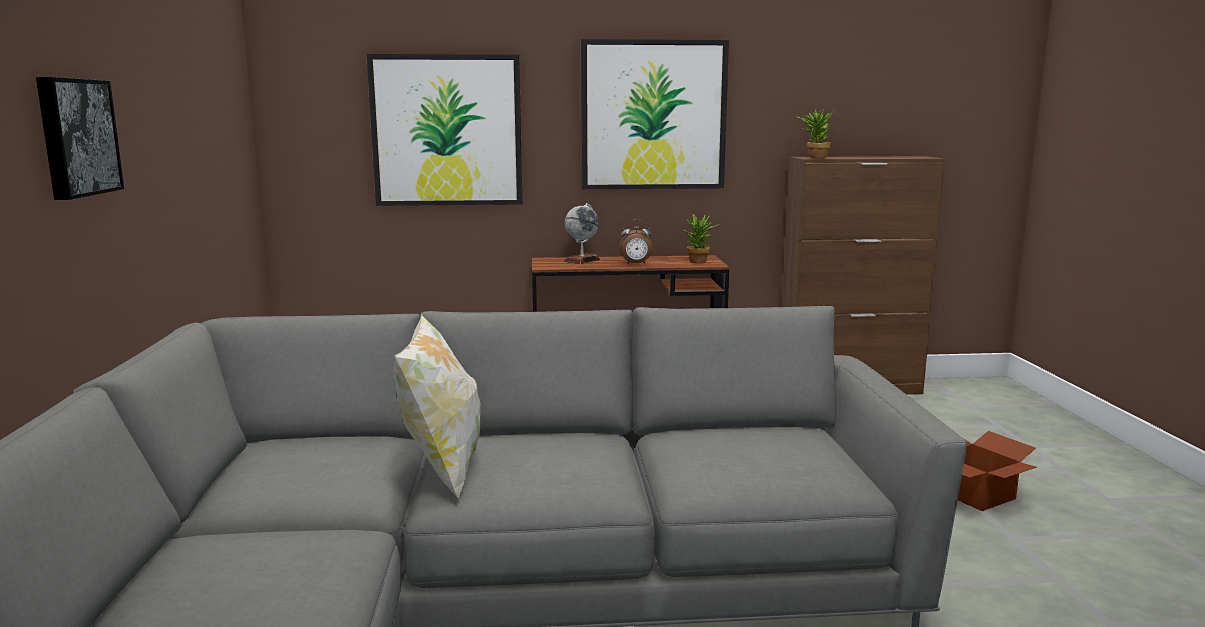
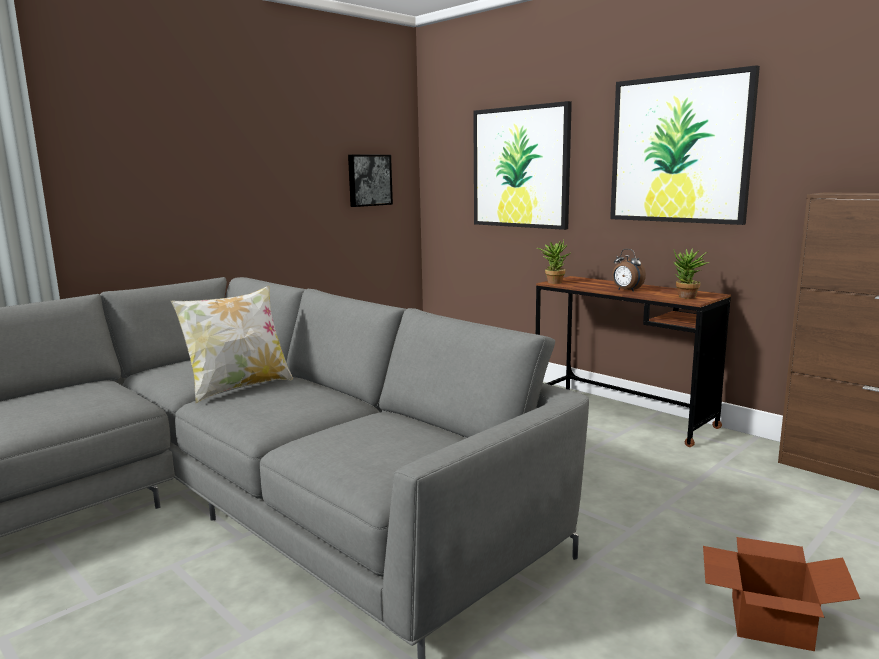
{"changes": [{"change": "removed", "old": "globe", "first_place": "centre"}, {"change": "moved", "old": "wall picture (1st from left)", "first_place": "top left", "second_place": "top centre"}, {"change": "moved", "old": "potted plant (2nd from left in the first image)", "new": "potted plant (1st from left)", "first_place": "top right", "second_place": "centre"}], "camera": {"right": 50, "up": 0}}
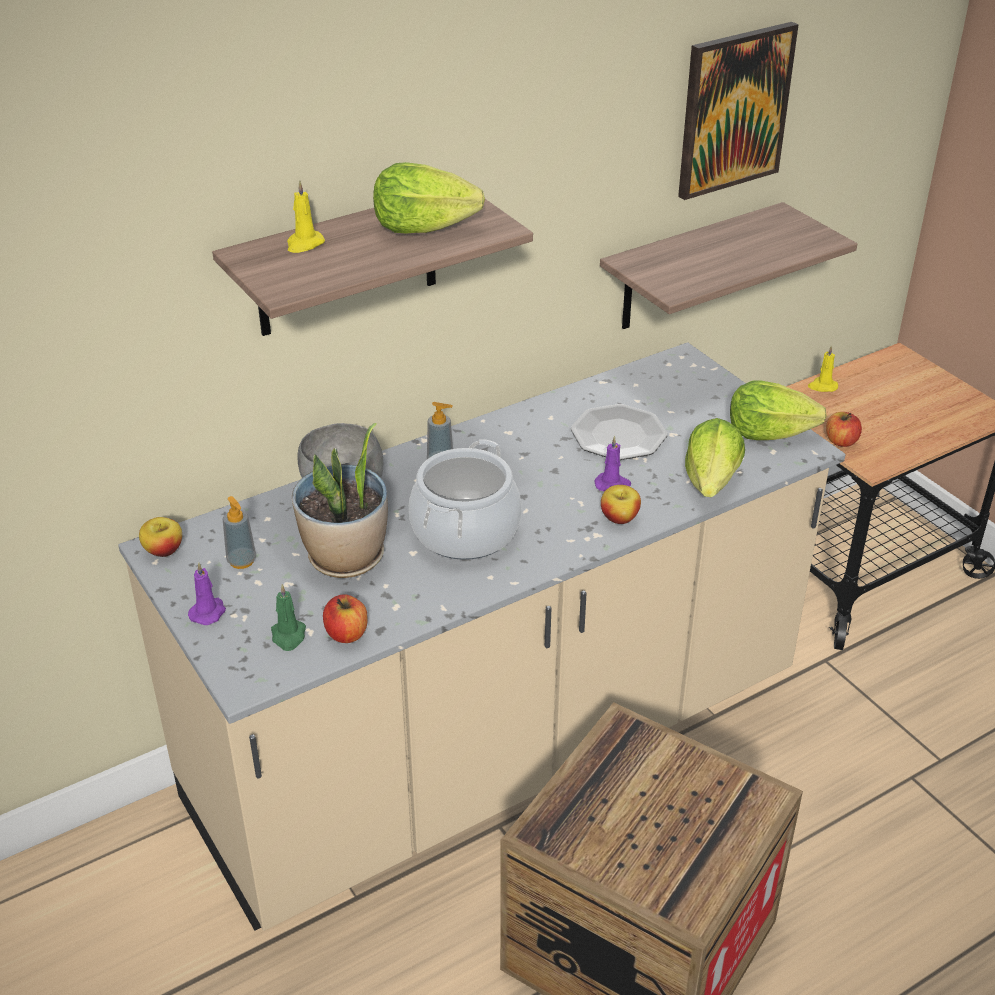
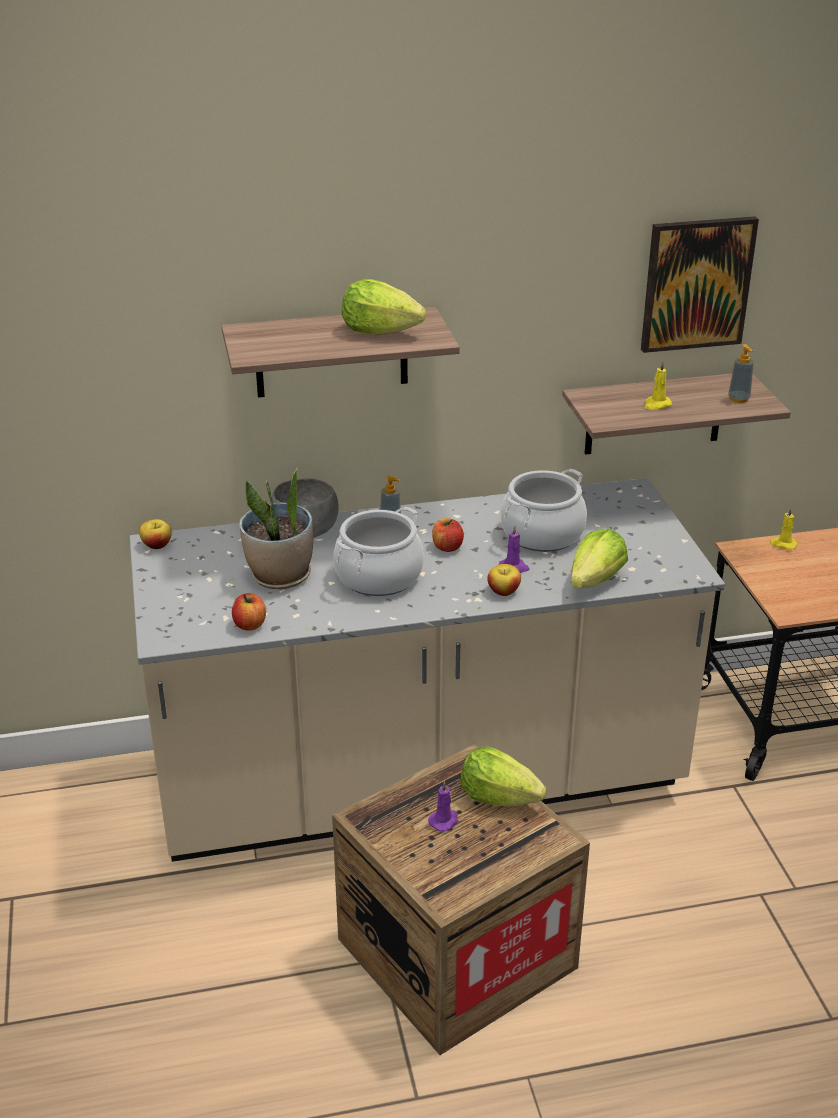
{"changes": [{"change": "removed", "old": "greenish candle", "first_place": "middle left"}, {"change": "moved", "old": "purplish candle (1st from left)", "first_place": "middle left", "second_place": "bottom centre"}, {"change": "moved", "old": "soap bottle (1st from left in the first image)", "new": "soap bottle (2nd from left)", "first_place": "middle left", "second_place": "middle right"}, {"change": "moved", "old": "yellow candle (1st from left)", "first_place": "top left", "second_place": "middle right"}, {"change": "moved", "old": "lettuce (3rd from left in the first image)", "new": "lettuce (2nd from left)", "first_place": "middle right", "second_place": "bottom centre"}, {"change": "moved", "old": "apple (4th from left in the first image)", "new": "apple (3rd from left)", "first_place": "middle right", "second_place": "centre"}, {"change": "replaced", "old": "dinner plate", "new": "saucepot (2nd from left)", "first_place": "centre", "second_place": "centre"}], "camera": {"right": 20, "up": -5}}
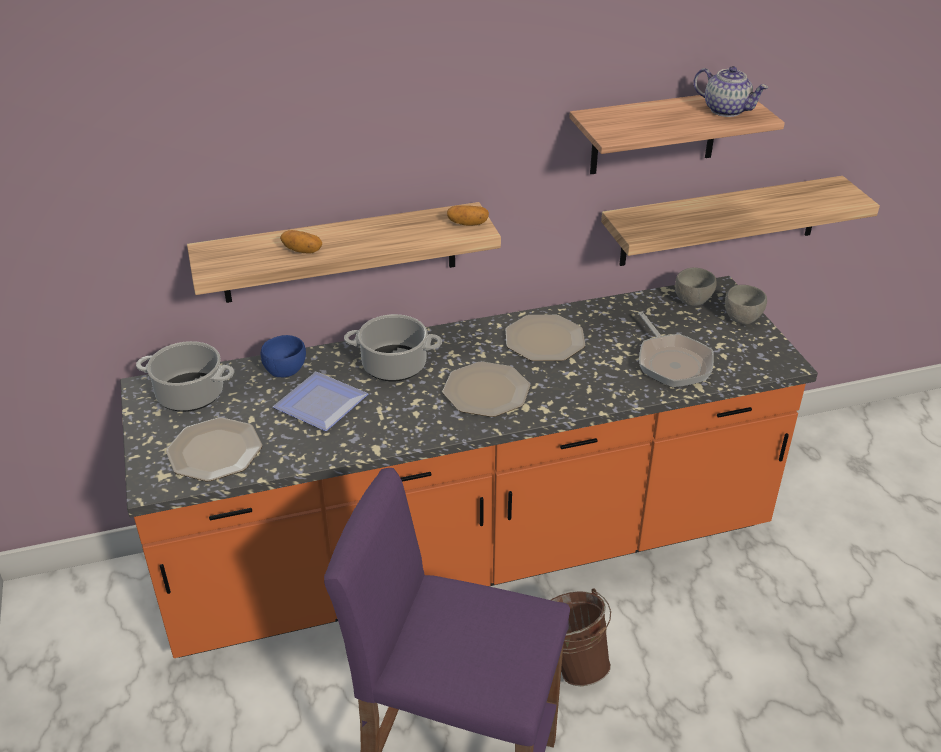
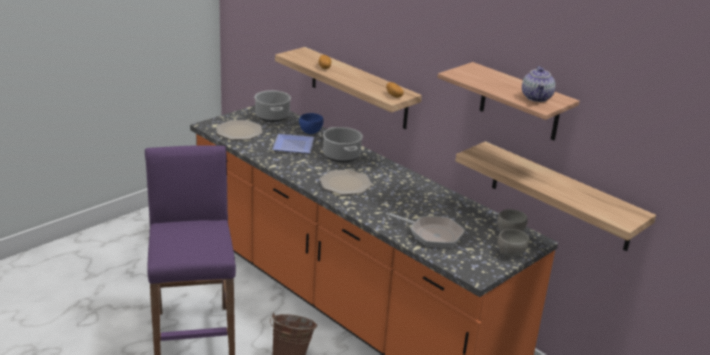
{"changes": [{"change": "removed", "old": "dinner plate (4th from left)", "first_place": "centre"}, {"change": "turned", "old": "skillet", "first_place": "middle right", "second_place": "centre", "degrees": -105}], "camera": {"right": 60, "up": -10}}
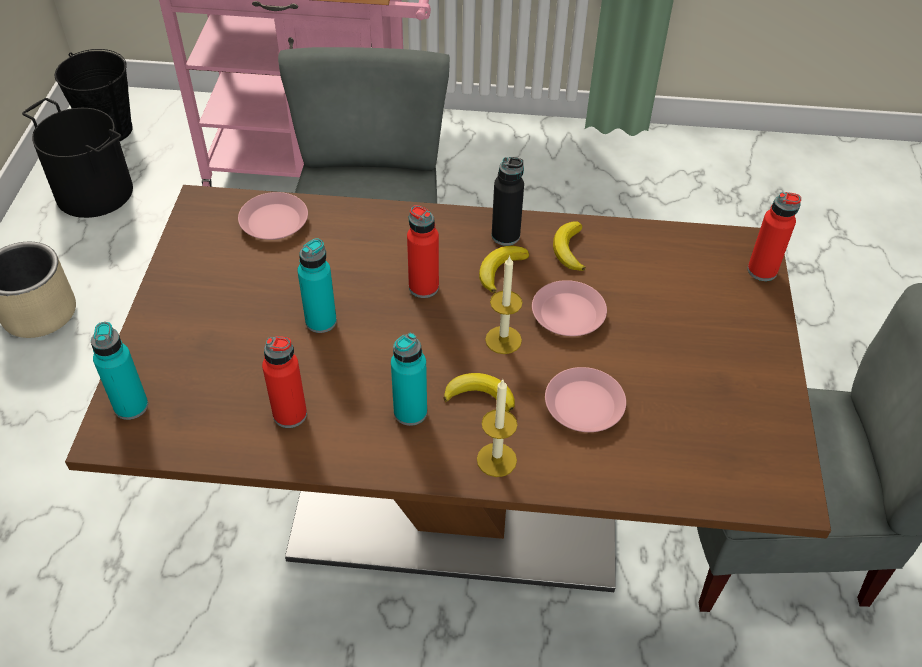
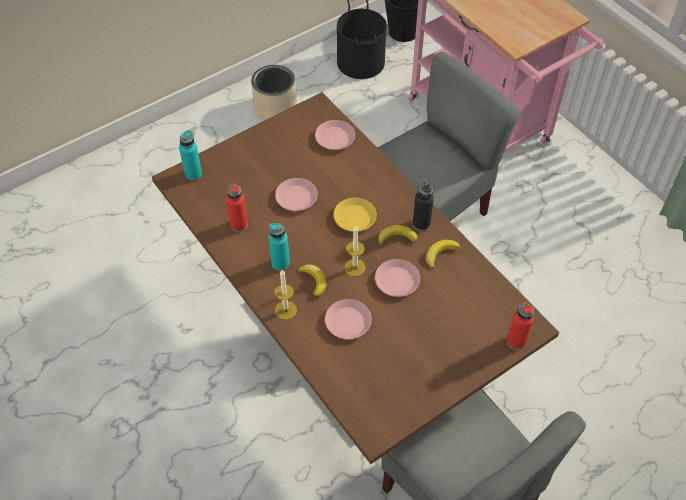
{"changes": [{"change": "replaced", "old": "turquoise-coloured drink bottle (2nd from left)", "new": "pinkish dinner plate (1st from left)", "first_place": "centre", "second_place": "centre"}, {"change": "replaced", "old": "red-coloured drink bottle (2nd from left)", "new": "yellow dinner plate", "first_place": "centre", "second_place": "centre"}], "camera": {"right": 50, "up": 5}}
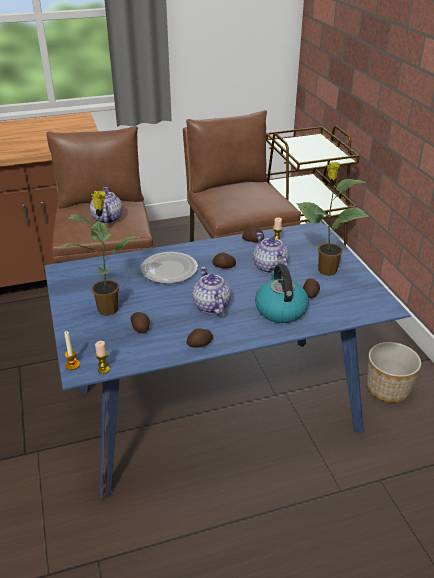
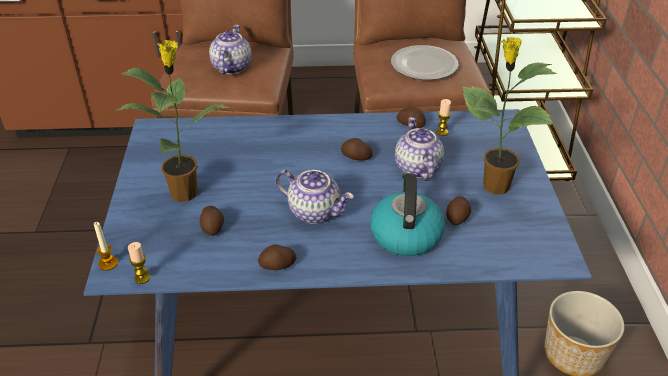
{"changes": [{"change": "moved", "old": "dinner plate", "first_place": "centre", "second_place": "top centre"}, {"change": "turned", "old": "teapot (2nd from left)", "first_place": "centre", "second_place": "centre", "degrees": 120}], "camera": {"right": 15, "up": 5}}
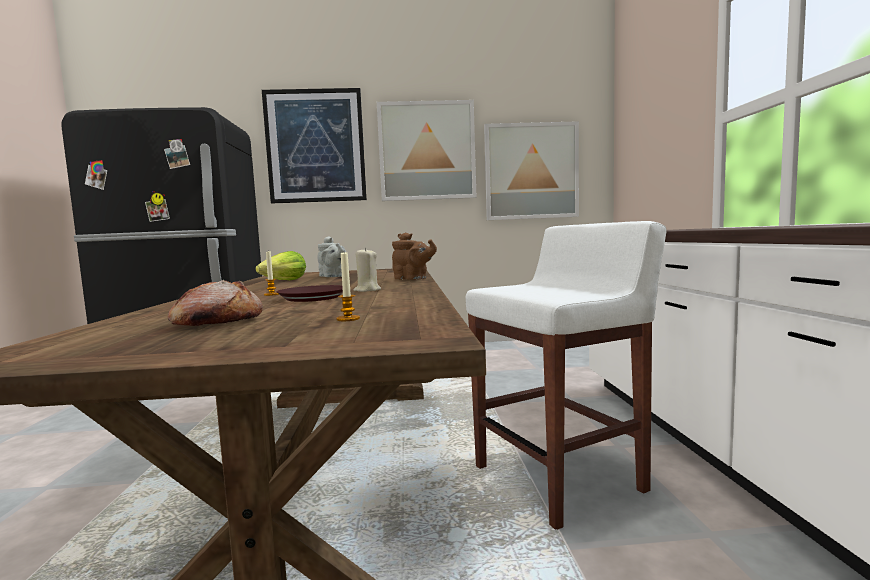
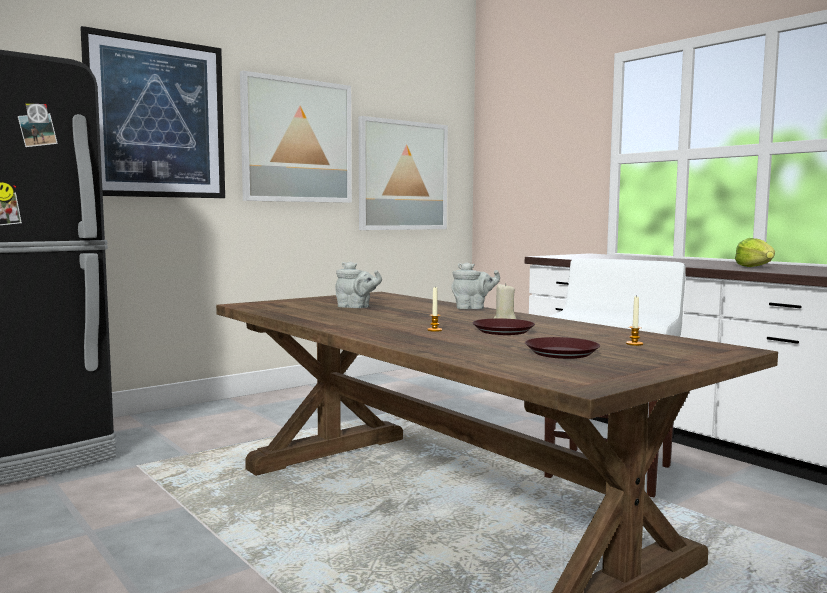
{"changes": [{"change": "moved", "old": "lettuce", "first_place": "middle left", "second_place": "middle right"}, {"change": "replaced", "old": "baked bread", "new": "brown dinner plate (2nd from left)", "first_place": "middle left", "second_place": "middle right"}, {"change": "recoloured", "old": "brown teapot", "new": "greyish teapot (2nd from left)", "first_place": "centre", "second_place": "centre"}], "camera": {"right": -35, "up": 0}}
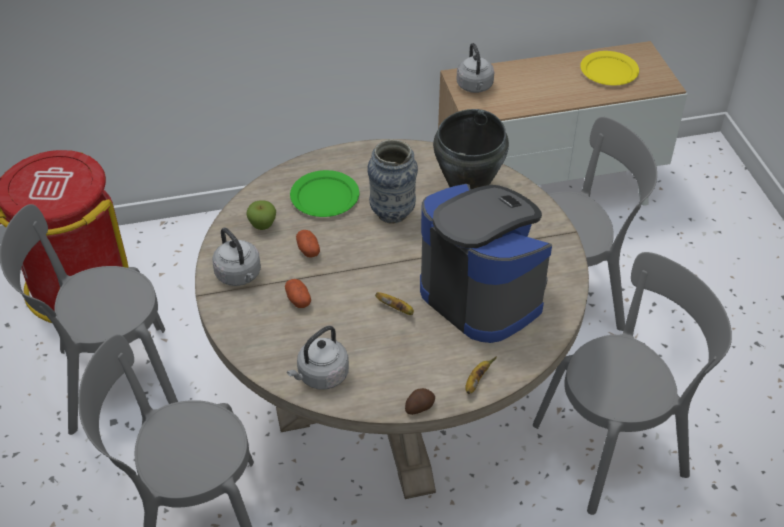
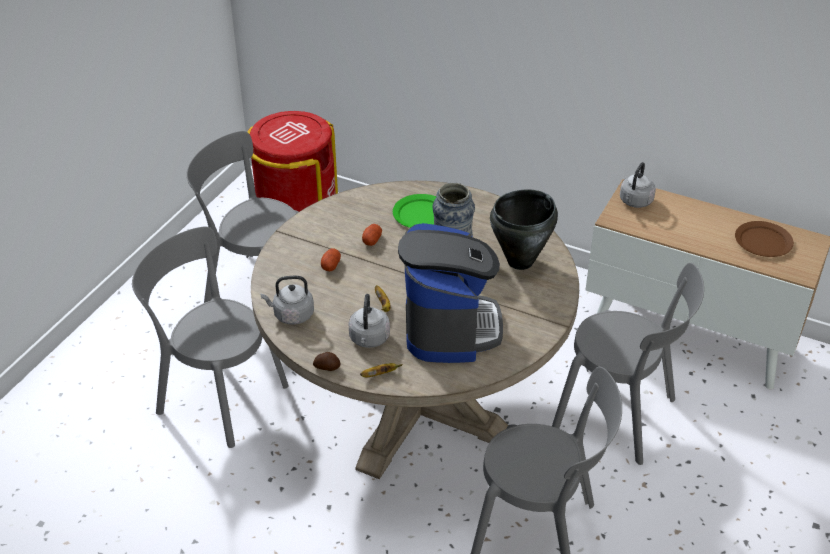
{"changes": [{"change": "removed", "old": "apple", "first_place": "middle left"}, {"change": "moved", "old": "greyish tea kettle (1st from left in the first image)", "new": "greyish tea kettle (2nd from left)", "first_place": "middle left", "second_place": "centre"}, {"change": "recoloured", "old": "yellow dinner plate", "new": "brown dinner plate", "first_place": "top right", "second_place": "middle right"}], "camera": {"right": 40, "up": -5}}
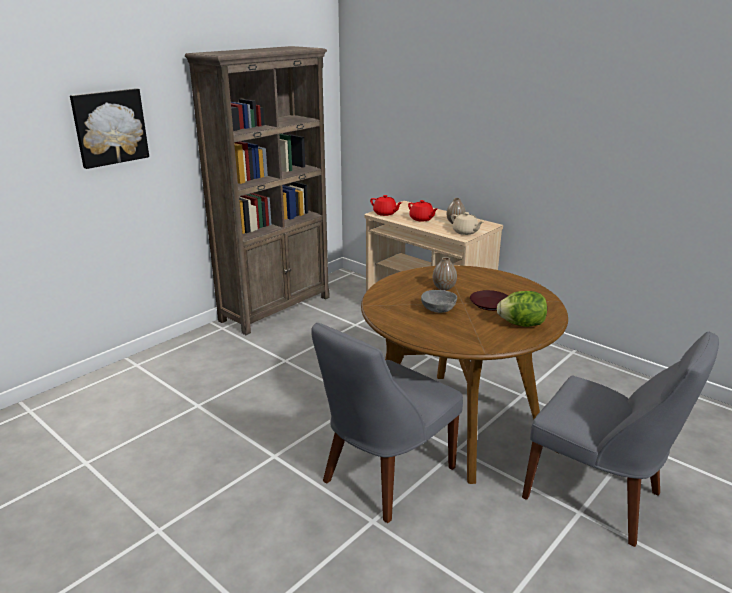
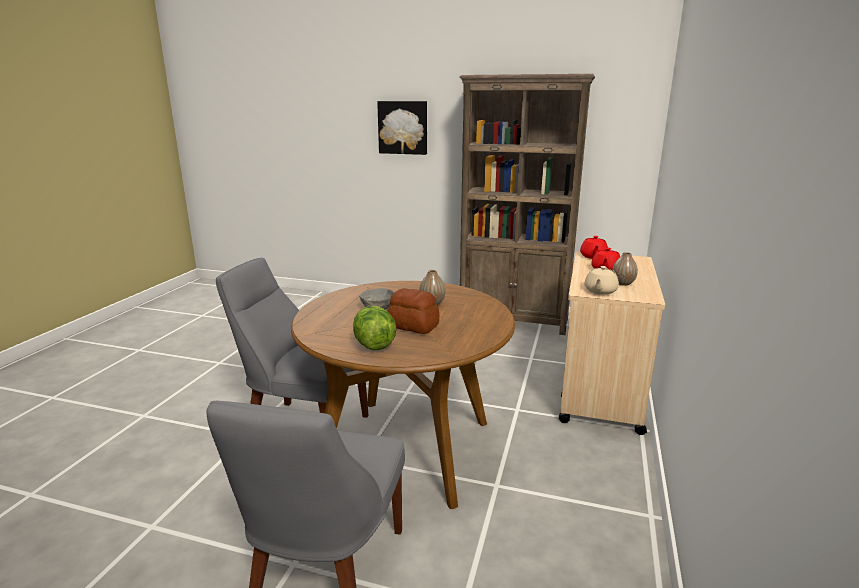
{"changes": [{"change": "replaced", "old": "brown dinner plate", "new": "baked bread", "first_place": "middle right", "second_place": "centre"}], "camera": {"right": 65, "up": -5}}
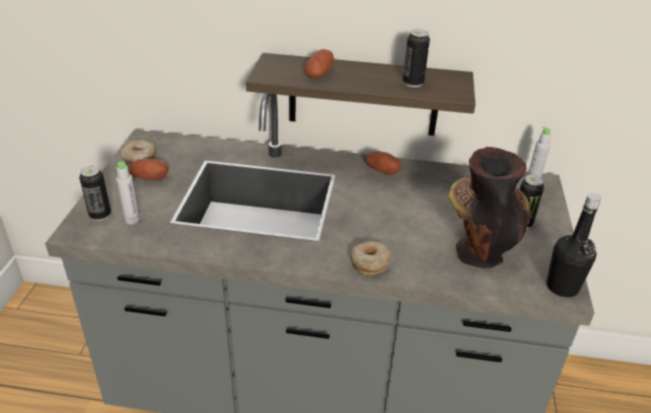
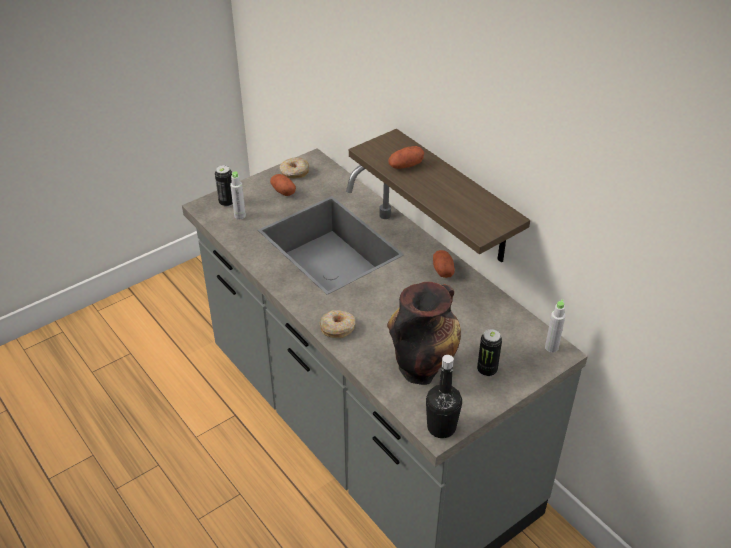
{"changes": [{"change": "removed", "old": "metal can (2nd from left)", "first_place": "top centre"}], "camera": {"right": 45, "up": 5}}
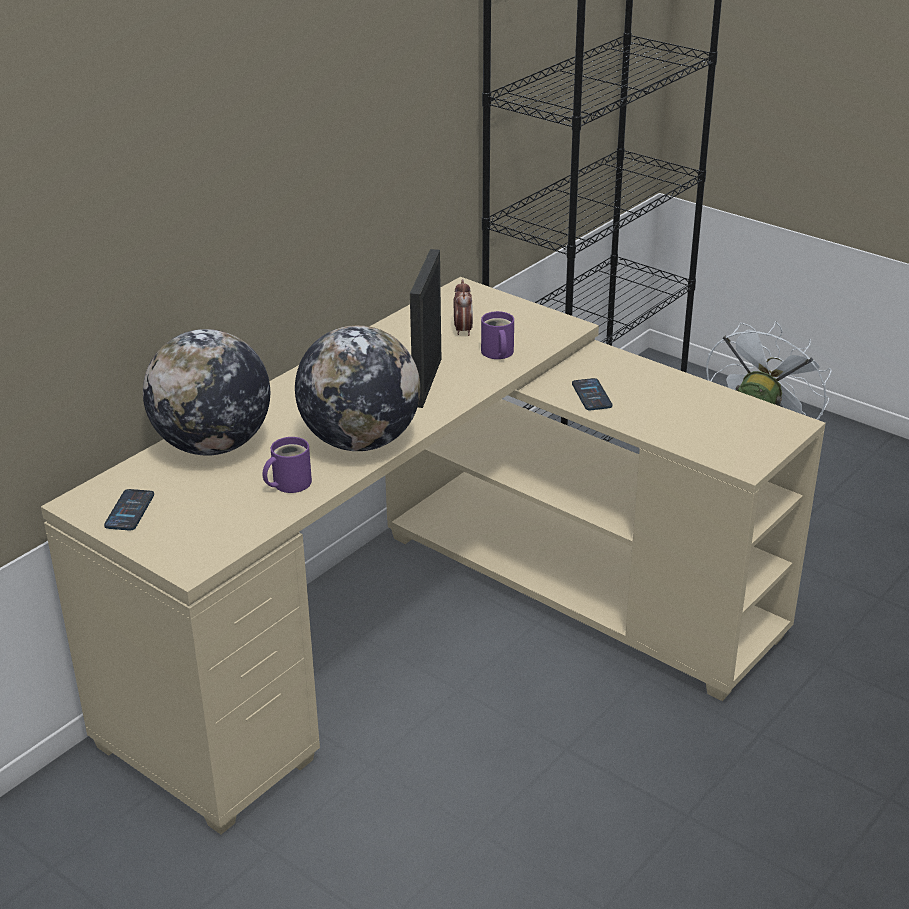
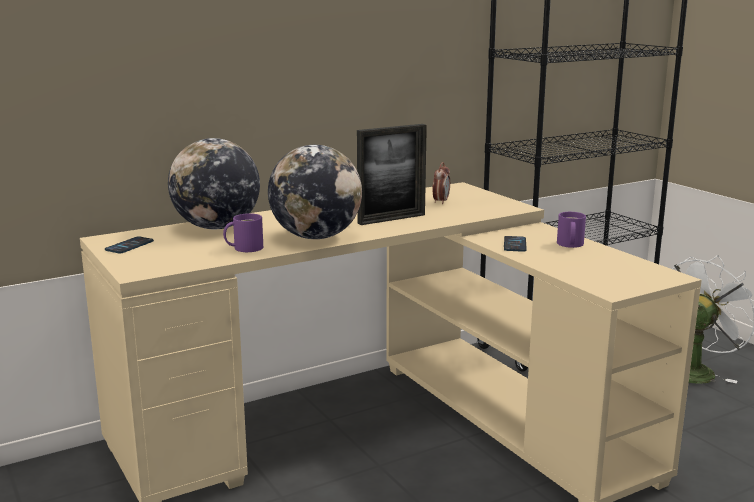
{"changes": [{"change": "moved", "old": "purplish mug (2nd from left)", "first_place": "centre", "second_place": "middle right"}, {"change": "turned", "old": "picture frame", "first_place": "centre", "second_place": "centre", "degrees": -150}], "camera": {"right": 20, "up": -15}}
